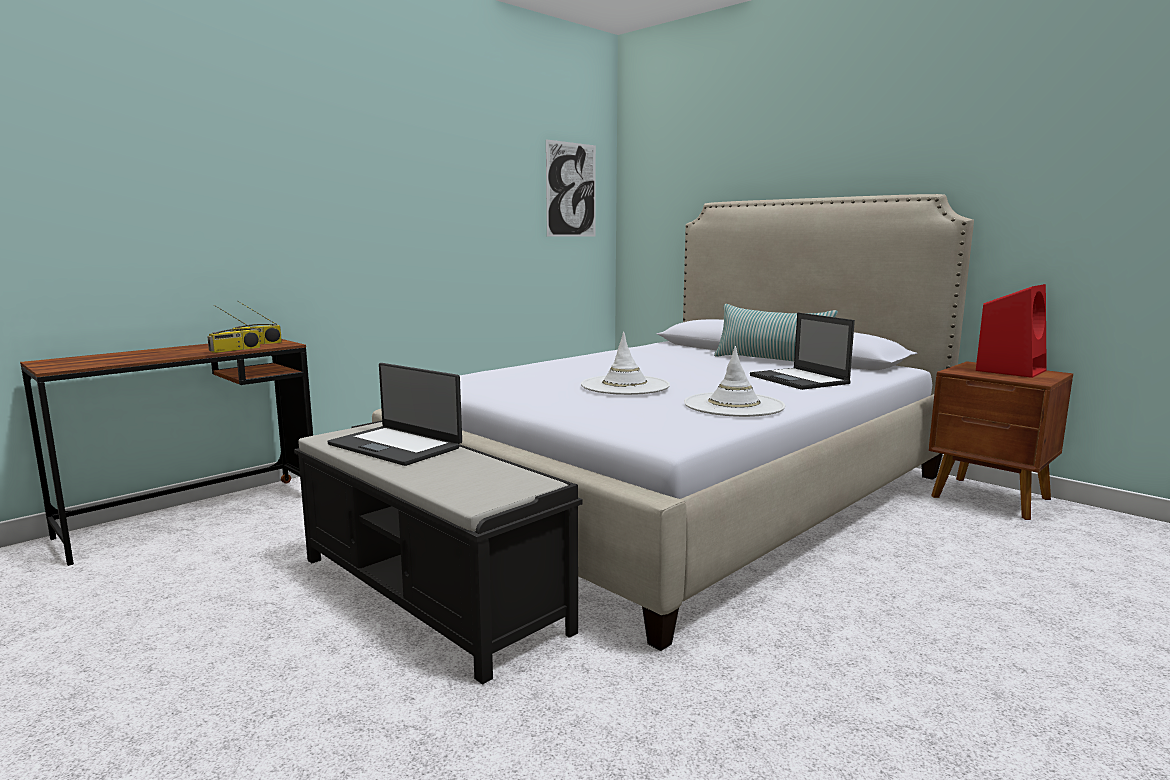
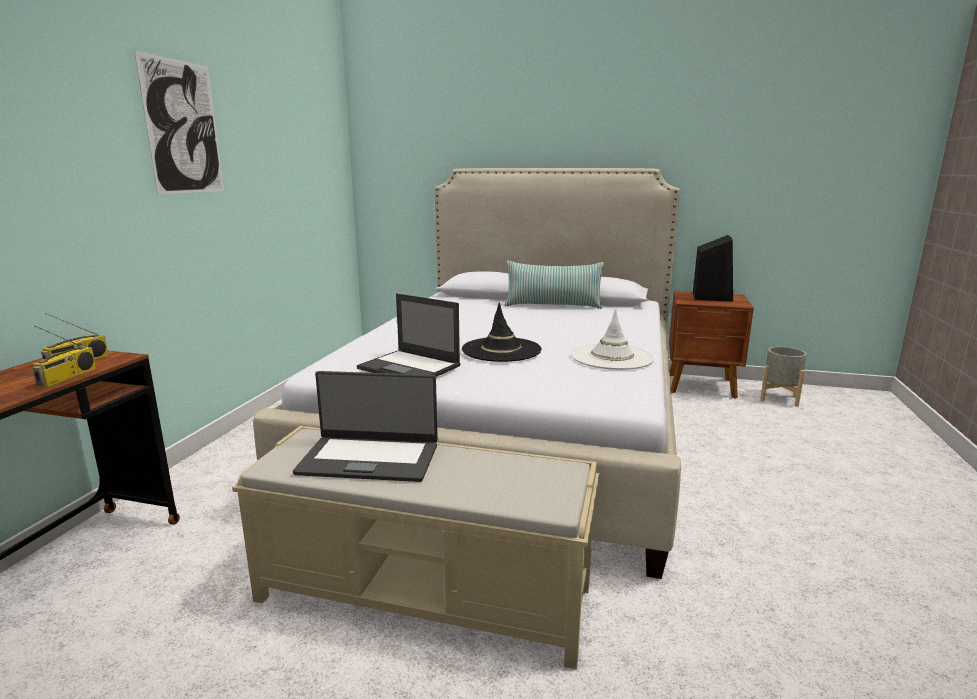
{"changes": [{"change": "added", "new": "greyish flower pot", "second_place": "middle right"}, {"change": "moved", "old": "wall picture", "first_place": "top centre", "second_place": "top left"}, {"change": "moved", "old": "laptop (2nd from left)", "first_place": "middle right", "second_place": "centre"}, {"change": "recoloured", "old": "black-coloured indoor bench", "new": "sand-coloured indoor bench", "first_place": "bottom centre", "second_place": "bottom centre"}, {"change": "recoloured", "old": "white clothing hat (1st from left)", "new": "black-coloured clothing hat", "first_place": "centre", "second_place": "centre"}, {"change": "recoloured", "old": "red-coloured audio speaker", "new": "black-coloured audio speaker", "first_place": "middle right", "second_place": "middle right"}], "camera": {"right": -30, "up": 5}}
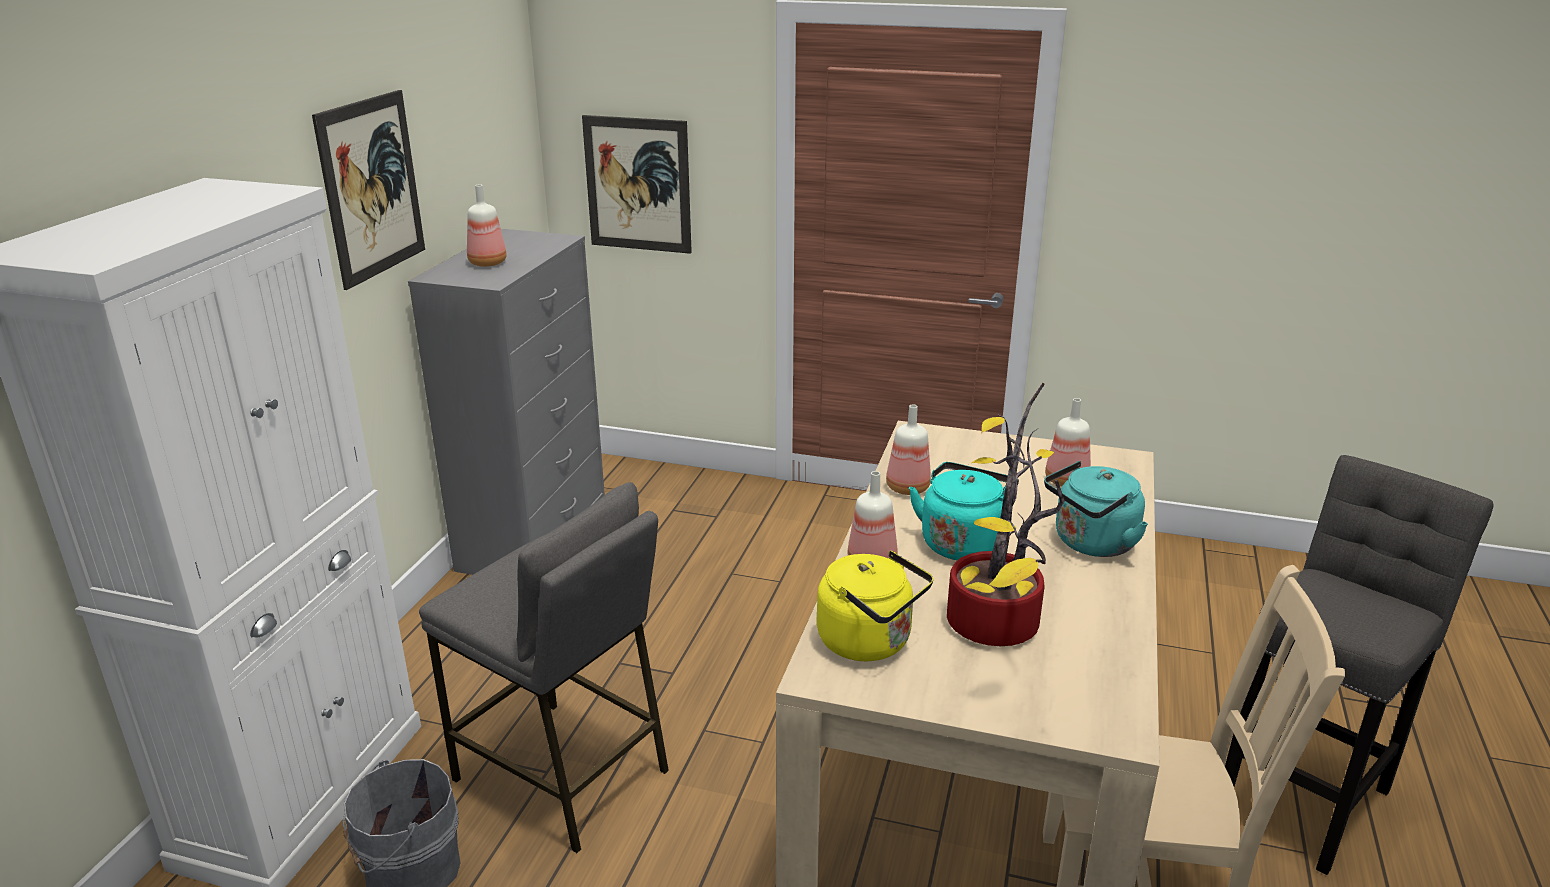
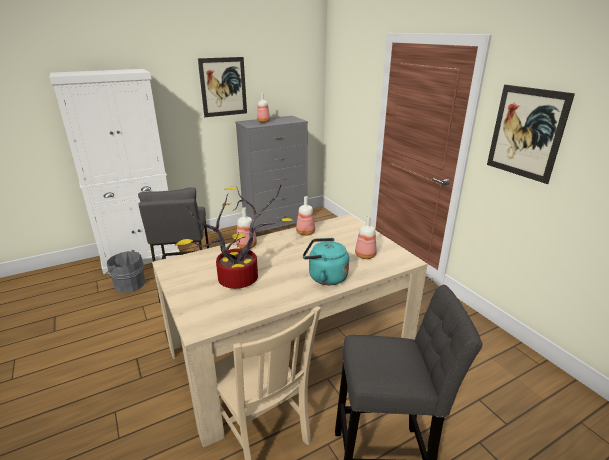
{"changes": [{"change": "removed", "old": "yellow tea kettle", "first_place": "bottom centre"}, {"change": "removed", "old": "turquoise-coloured tea kettle (1st from left)", "first_place": "centre"}, {"change": "moved", "old": "wall picture (2nd from left)", "first_place": "top centre", "second_place": "top right"}], "camera": {"right": 45, "up": 0}}
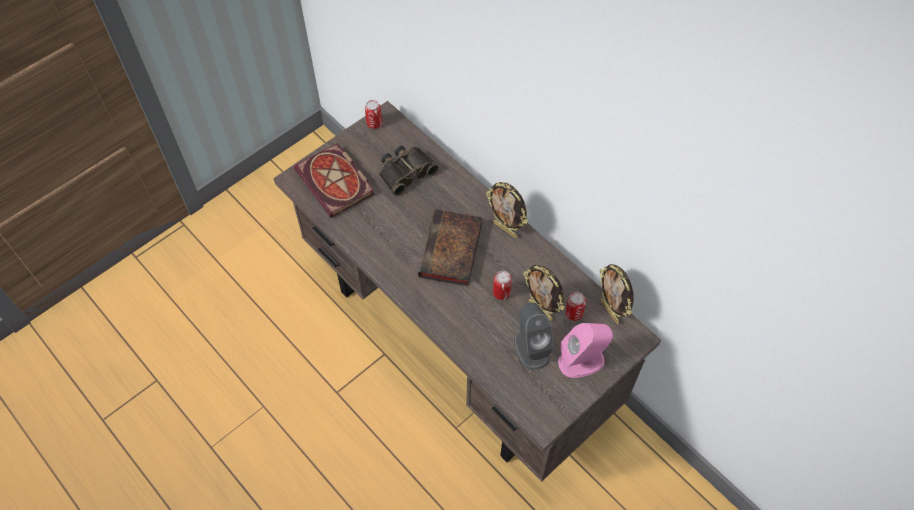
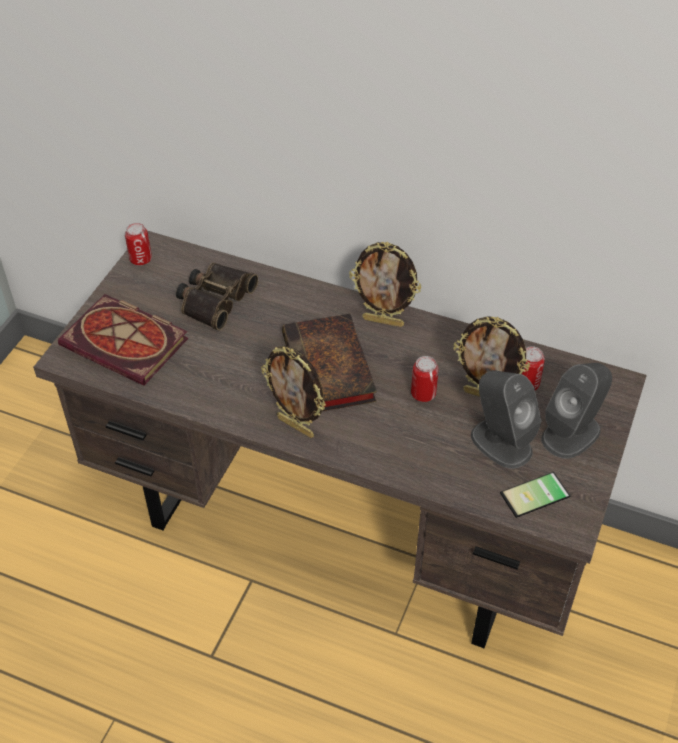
{"changes": [{"change": "added", "new": "telephone", "second_place": "middle right"}, {"change": "moved", "old": "picture frame (3rd from left in the first image)", "new": "picture frame (1st from left)", "first_place": "middle right", "second_place": "centre"}, {"change": "recoloured", "old": "pinkish audio speaker", "new": "greyish audio speaker (2nd from left)", "first_place": "bottom centre", "second_place": "middle right"}], "camera": {"right": -25, "up": -10}}
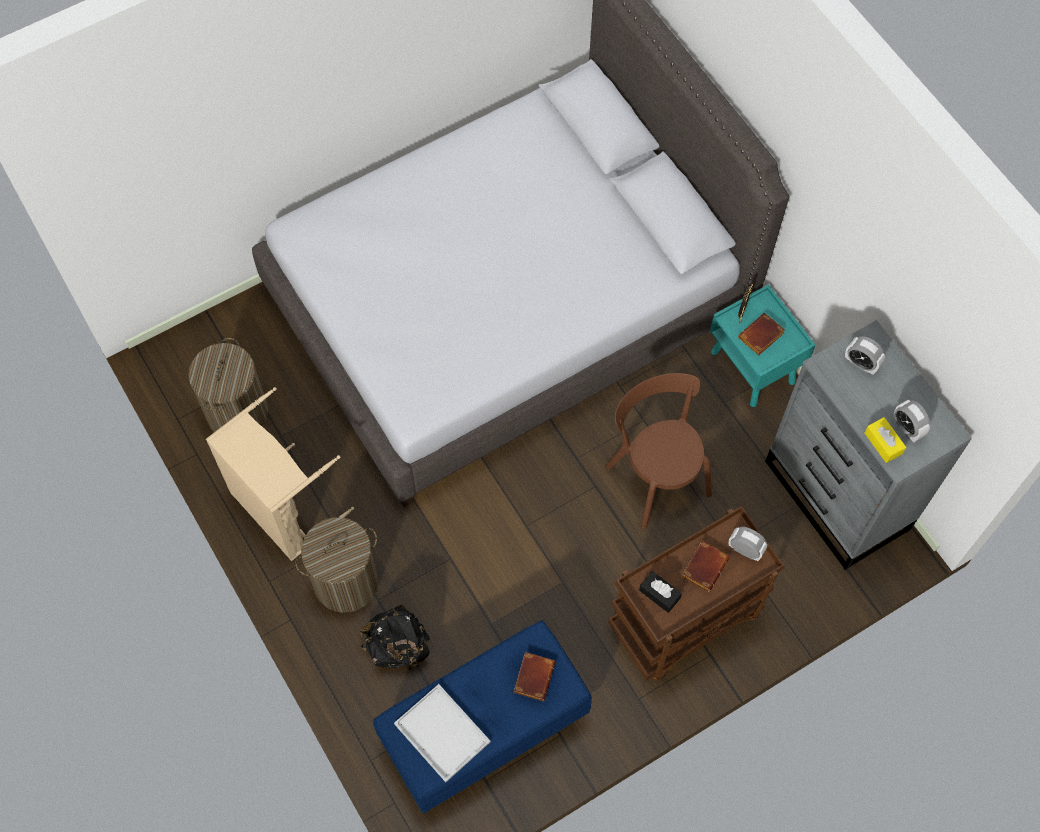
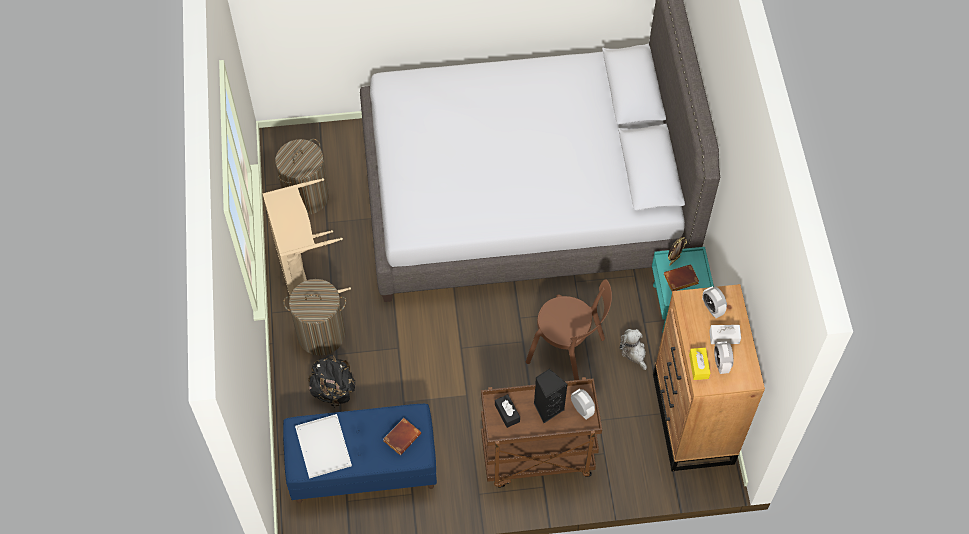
{"changes": [{"change": "added", "new": "plush toy", "second_place": "centre"}, {"change": "added", "new": "white box of tissues", "second_place": "middle right"}, {"change": "replaced", "old": "brown volume (2nd from left)", "new": "black-coloured audio speaker", "first_place": "bottom right", "second_place": "bottom centre"}, {"change": "recoloured", "old": "greyish chest of drawers", "new": "brown chest of drawers", "first_place": "middle right", "second_place": "bottom right"}, {"change": "turned", "old": "brown upright chair", "first_place": "centre", "second_place": "centre", "degrees": 120}], "camera": {"right": 25, "up": -5}}
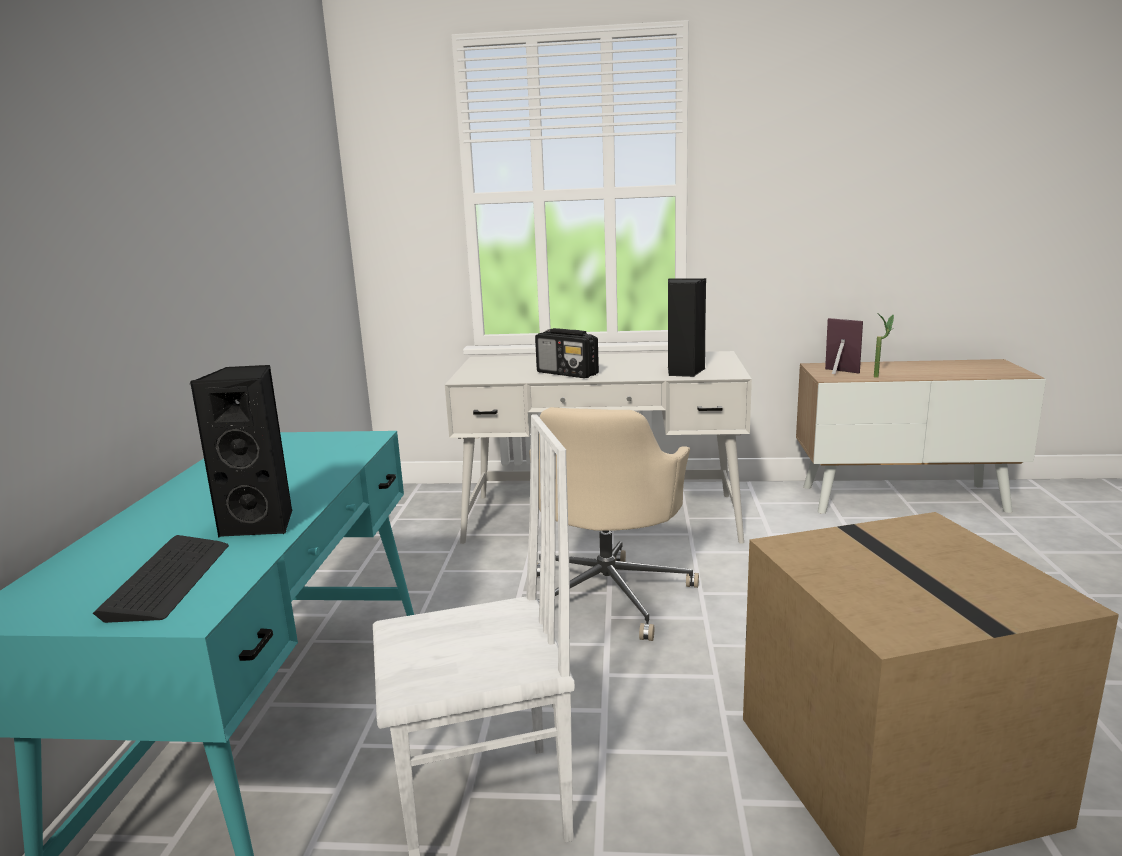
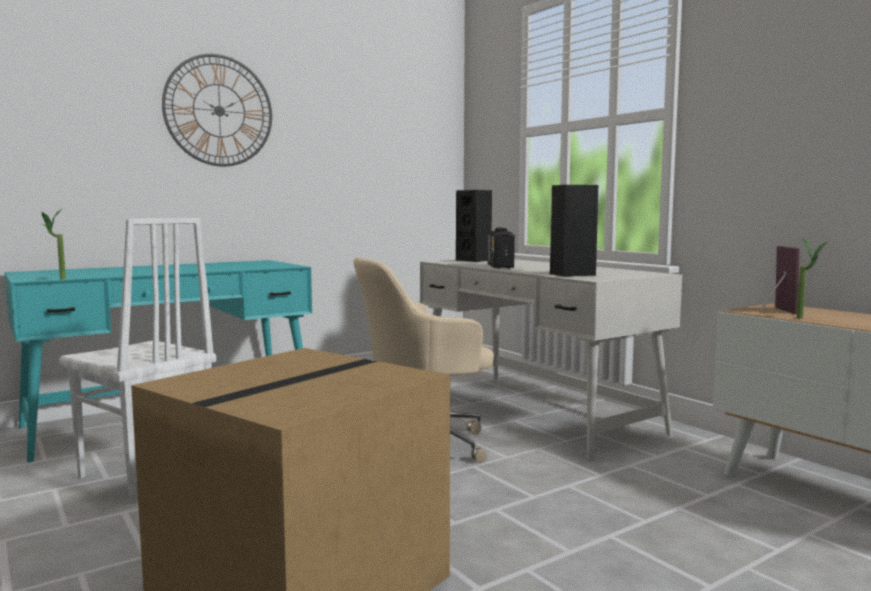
{"changes": [{"change": "removed", "old": "computer keyboard", "first_place": "bottom left"}, {"change": "added", "new": "potted plant (1st from left)", "second_place": "middle left"}, {"change": "added", "new": "clock on the wall", "second_place": "top left"}, {"change": "moved", "old": "black-coloured audio speaker (1st from left)", "first_place": "middle left", "second_place": "centre"}], "camera": {"right": 50, "up": -10}}
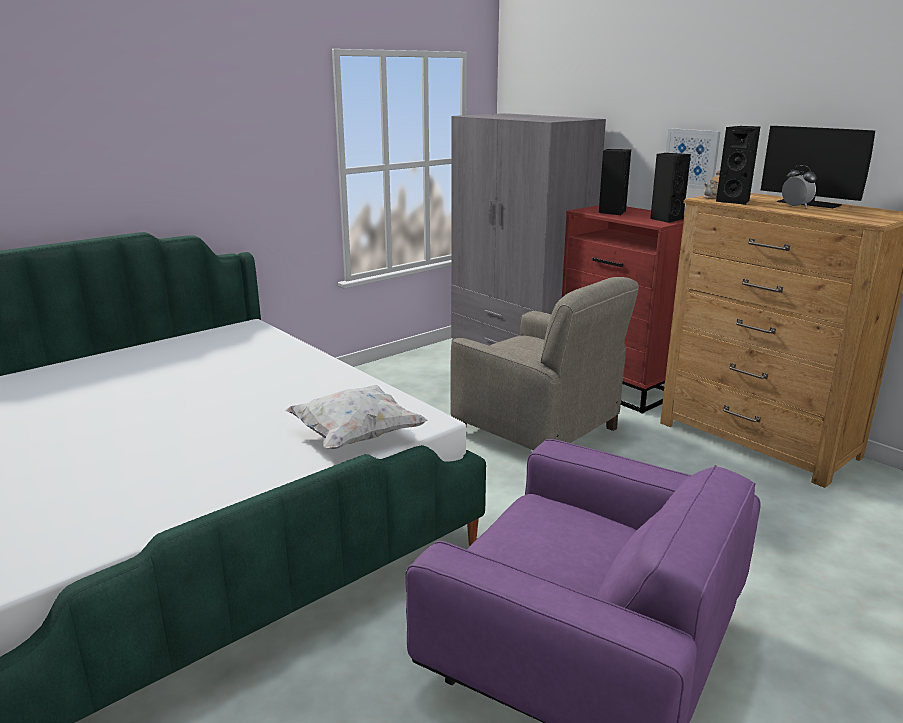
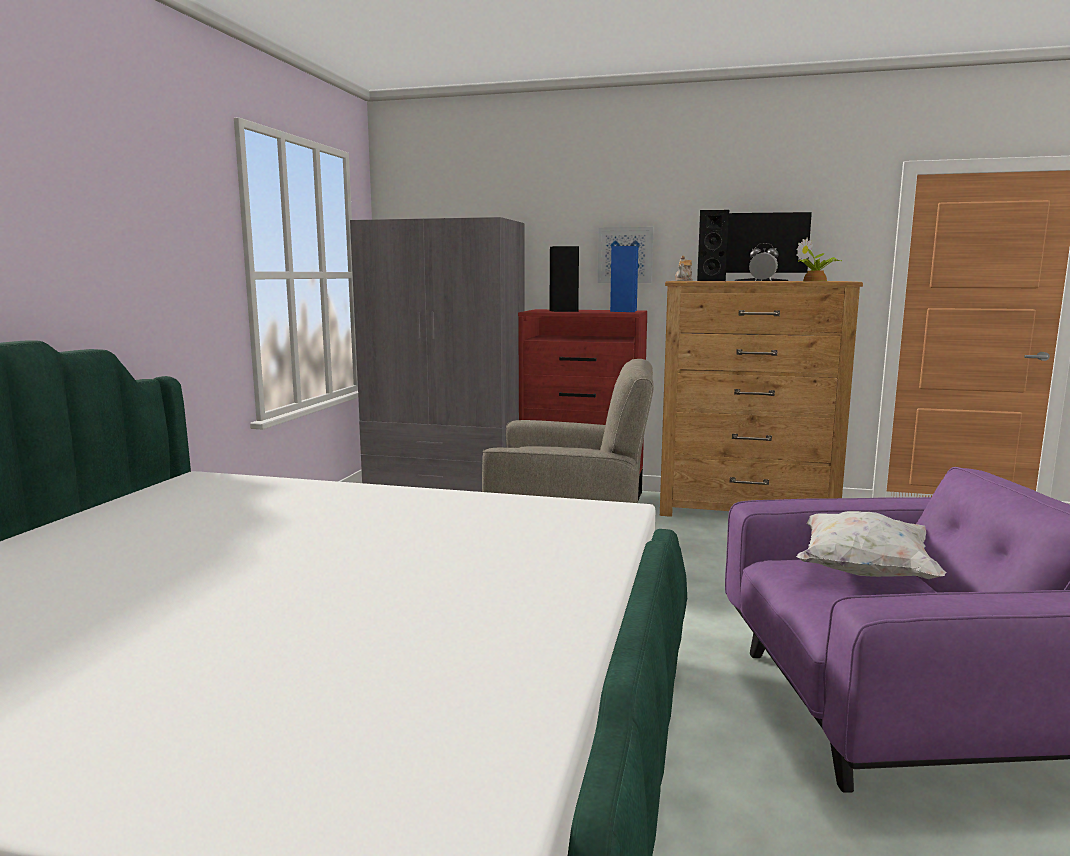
{"changes": [{"change": "added", "new": "potted plant", "second_place": "top right"}, {"change": "moved", "old": "white cushion", "first_place": "centre", "second_place": "middle right"}, {"change": "recoloured", "old": "black-coloured audio speaker (2nd from left)", "new": "blue-coloured audio speaker", "first_place": "top right", "second_place": "top centre"}], "camera": {"right": -35, "up": -10}}
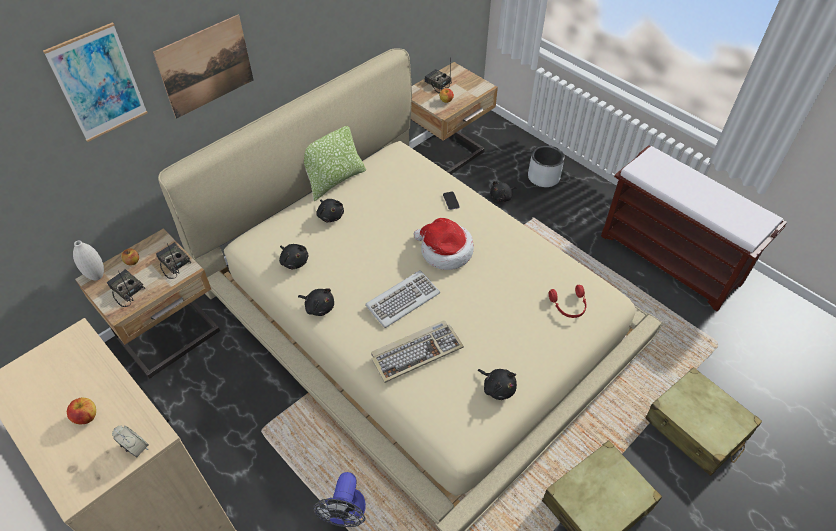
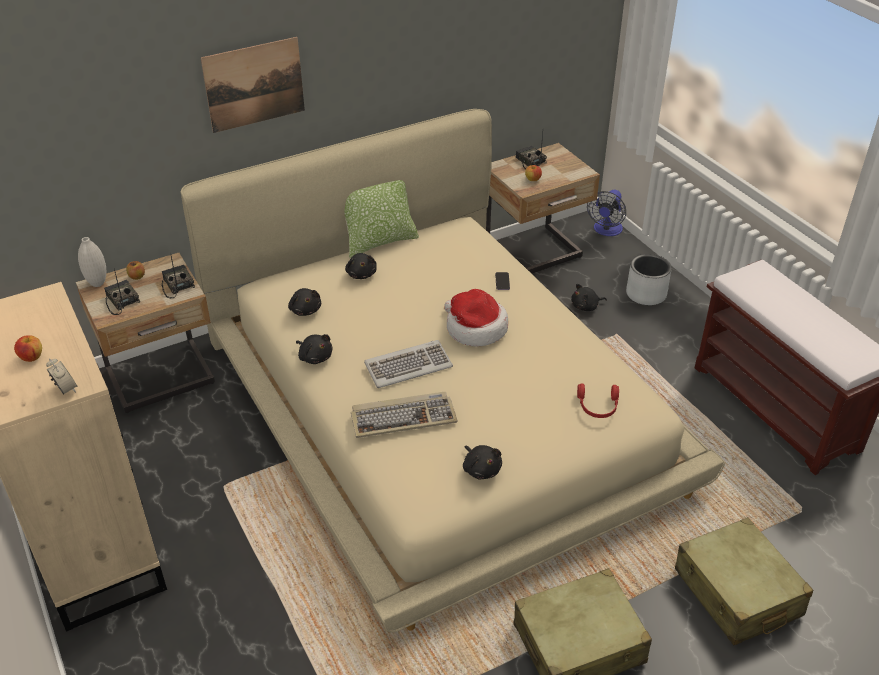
{"changes": [{"change": "removed", "old": "wall picture (1st from left)", "first_place": "top left"}, {"change": "moved", "old": "cooling fan", "first_place": "bottom centre", "second_place": "top right"}], "camera": {"right": 15, "up": -10}}
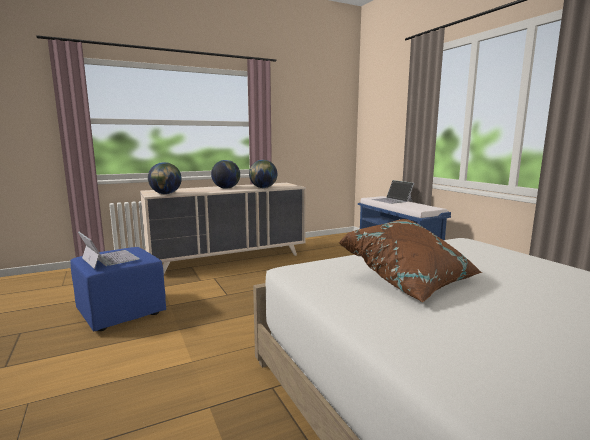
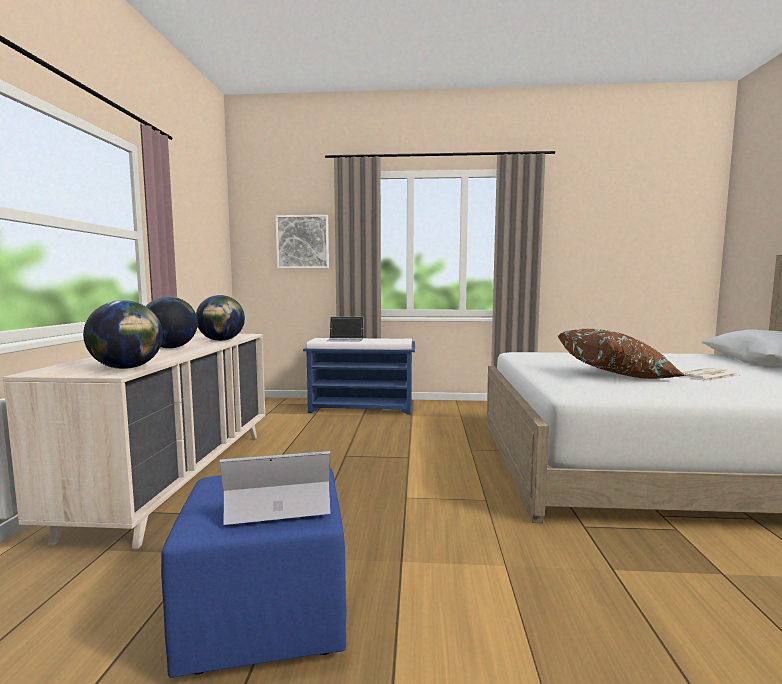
{"changes": [{"change": "added", "new": "wall picture", "second_place": "centre"}, {"change": "added", "new": "printed paper", "second_place": "middle right"}], "camera": {"right": -60, "up": -5}}
